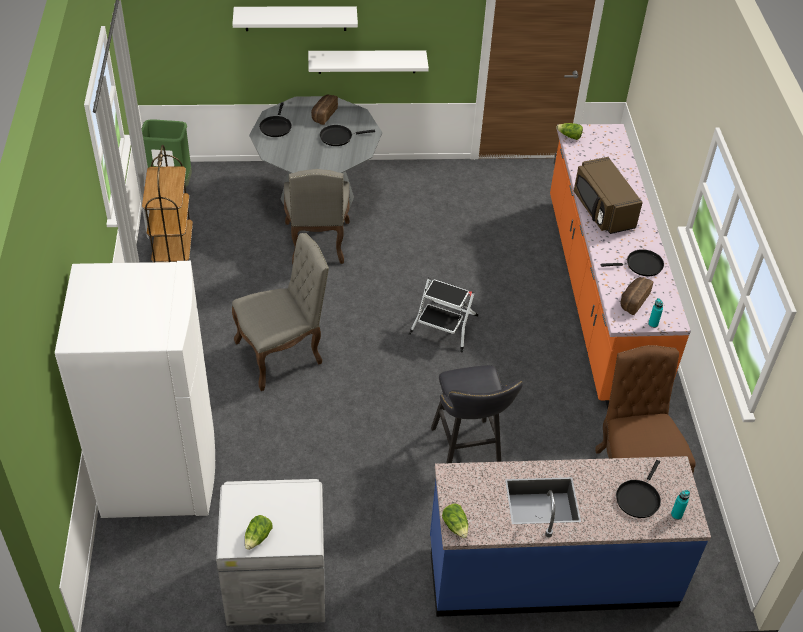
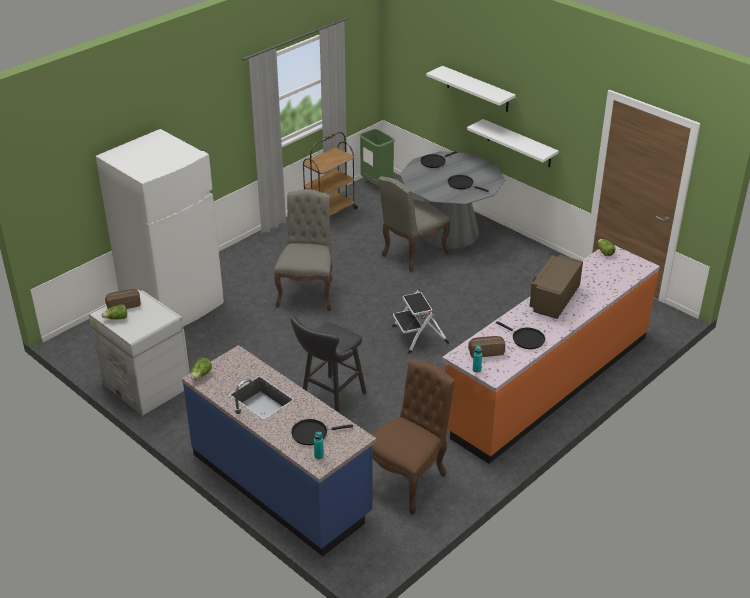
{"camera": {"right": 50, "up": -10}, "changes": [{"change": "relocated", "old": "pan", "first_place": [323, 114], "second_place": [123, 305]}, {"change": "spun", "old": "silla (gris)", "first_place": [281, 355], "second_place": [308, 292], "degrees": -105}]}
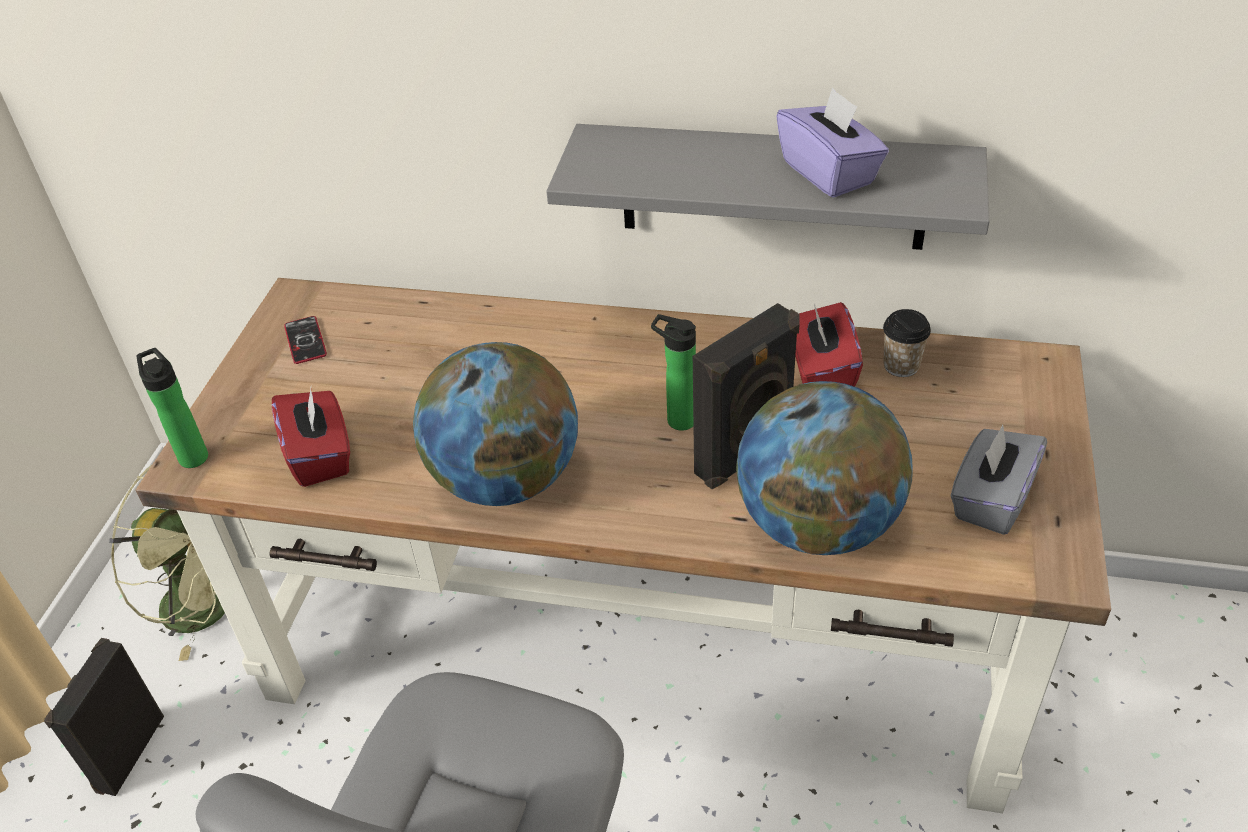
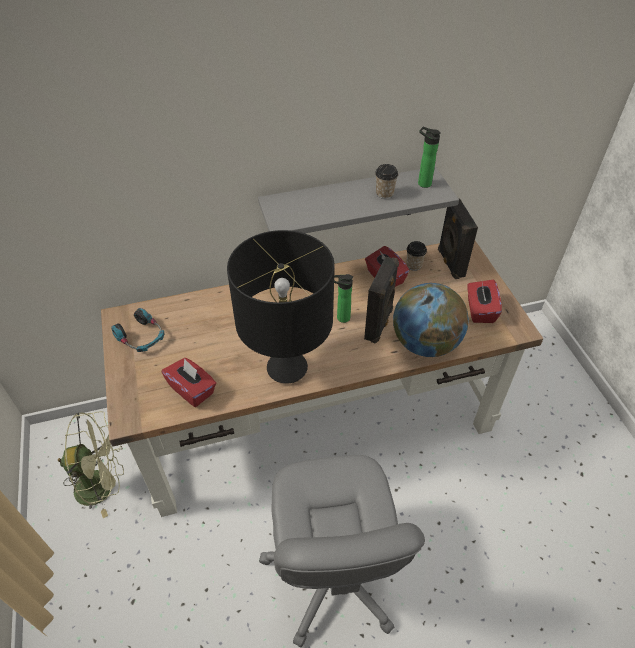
{"camera": {"right": -30, "up": 5}, "changes": [{"change": "relocated", "old": "altavoz (negro)", "first_place": [127, 752], "second_place": [450, 263]}, {"change": "relocated", "old": "botella", "first_place": [192, 455], "second_place": [422, 183]}, {"change": "exchanged", "old": "móvil", "new": "auriculares", "first_place": [305, 341], "second_place": [141, 337]}, {"change": "exchanged", "old": "globo terráqueo", "new": "lámpara de mesa (negro)", "first_place": [505, 480], "second_place": [287, 370]}, {"change": "exchanged", "old": "caja de pañuelos (morado)", "new": "taza", "first_place": [829, 173], "second_place": [384, 193]}, {"change": "colour", "old": "caja de pañuelos (gris)", "new": "caja de pañuelos (rojo)", "first_place": [991, 499], "second_place": [480, 310]}]}
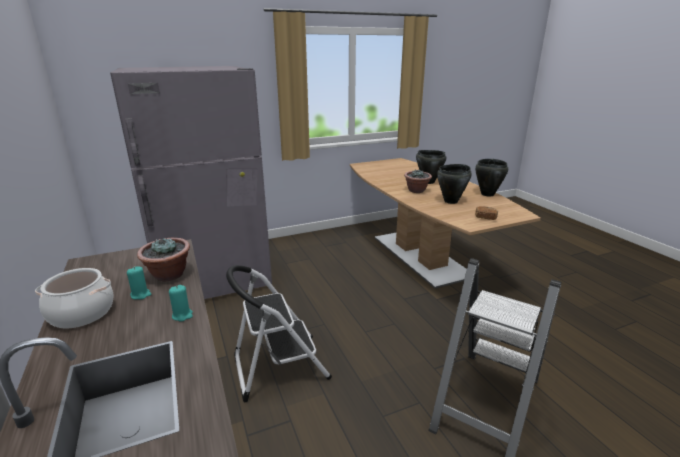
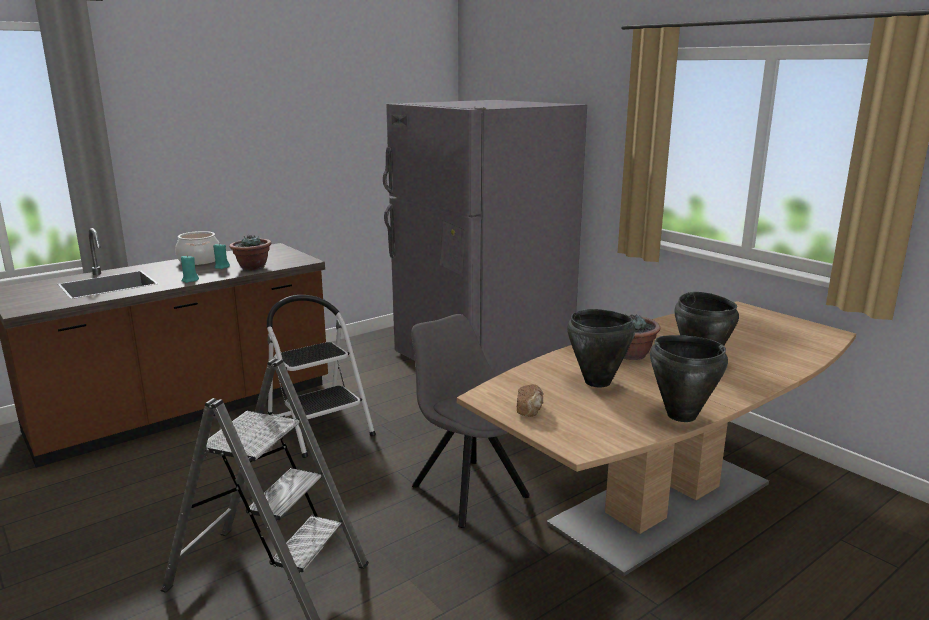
{"camera": {"right": 75, "up": -5}, "changes": [{"change": "appeared", "new": "silla (gris)", "second_place": [468, 491]}]}
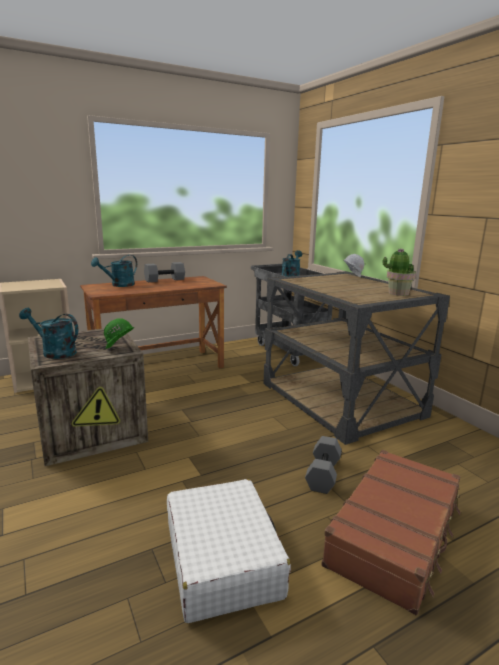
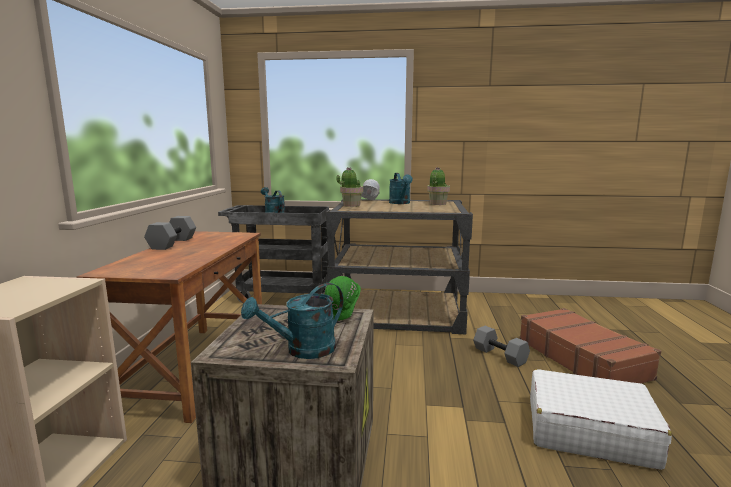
{"camera": {"right": -55, "up": -5}, "changes": [{"change": "appeared", "new": "planta en maceta", "second_place": [351, 205]}, {"change": "relocated", "old": "regadera (turquesa)", "first_place": [119, 285], "second_place": [401, 203]}]}
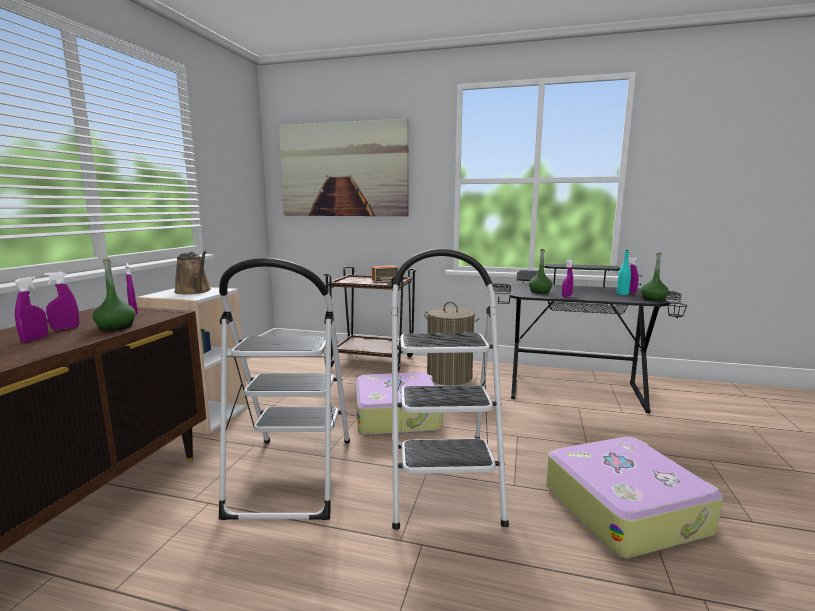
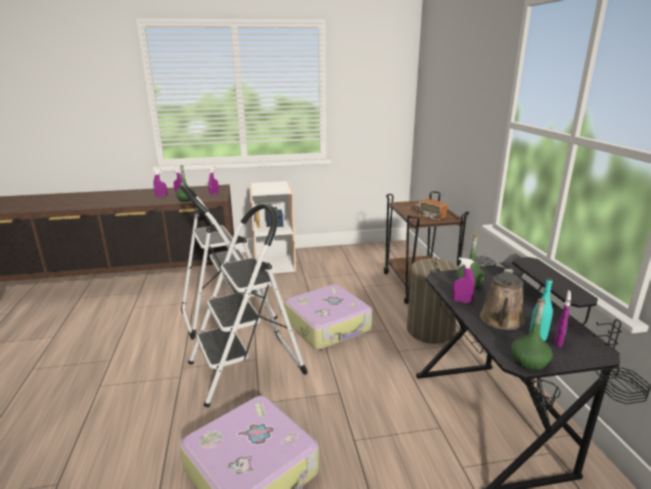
{"camera": {"right": 65, "up": 10}, "changes": [{"change": "missing", "old": "cuadro", "first_place": [343, 170]}, {"change": "relocated", "old": "regadera (marrón)", "first_place": [194, 291], "second_place": [501, 321]}]}
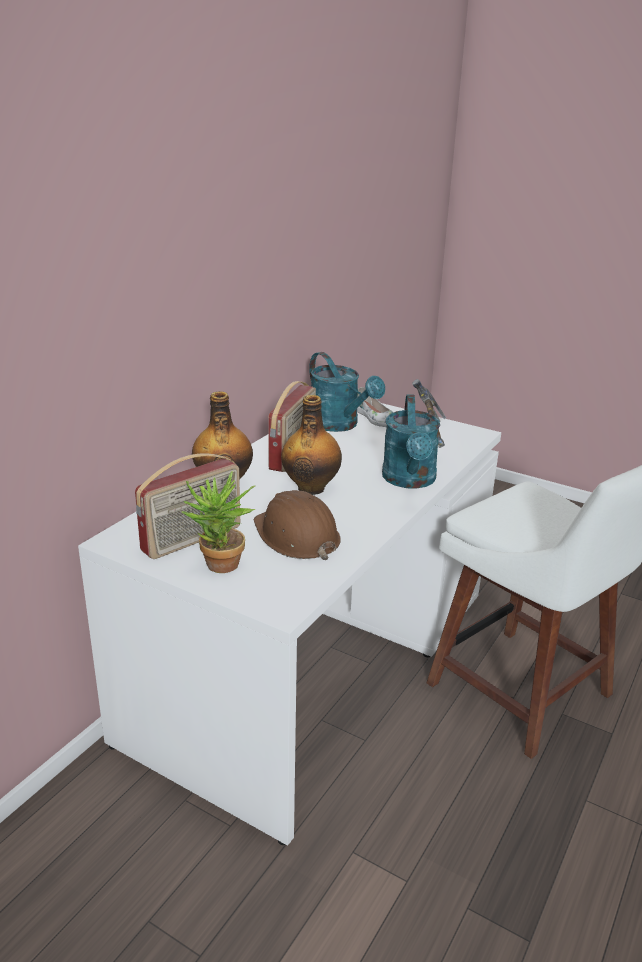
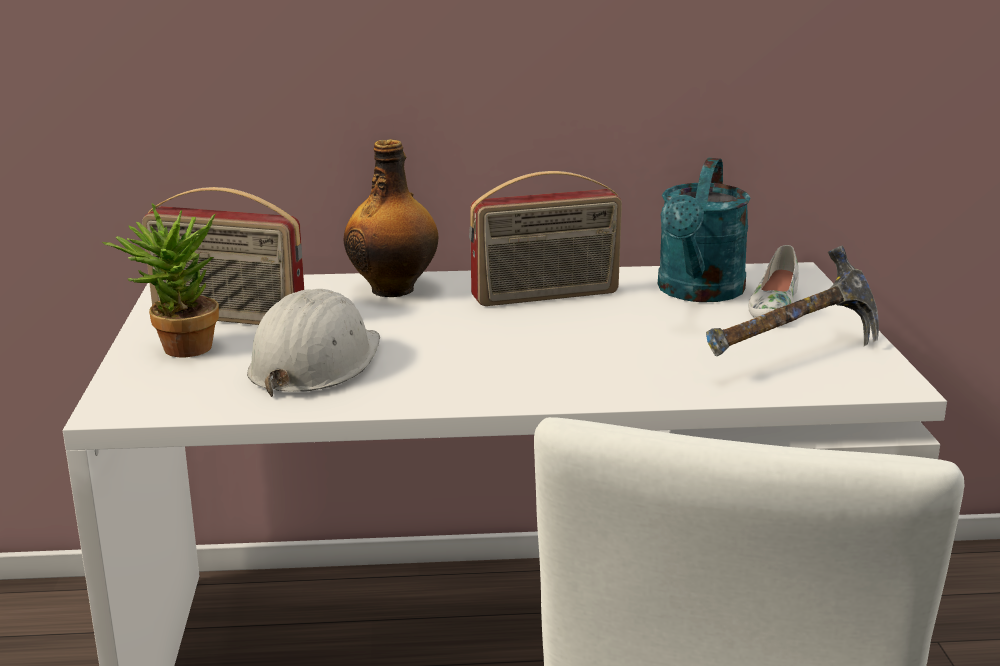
{"camera": {"right": 55, "up": -5}, "changes": [{"change": "missing", "old": "botella", "first_place": [311, 487]}, {"change": "missing", "old": "regadera (turquesa)", "first_place": [410, 481]}, {"change": "colour", "old": "casco (marrón)", "new": "casco (blanco)", "first_place": [296, 536], "second_place": [314, 363]}]}
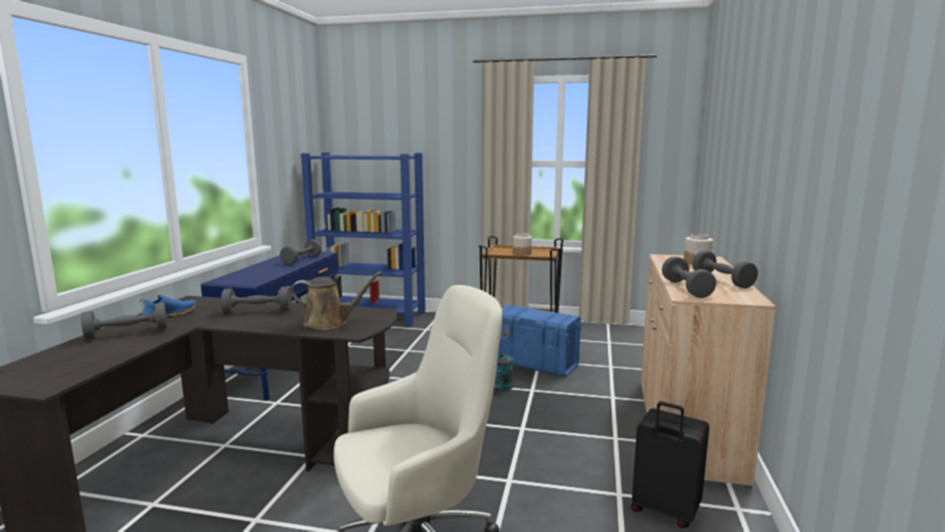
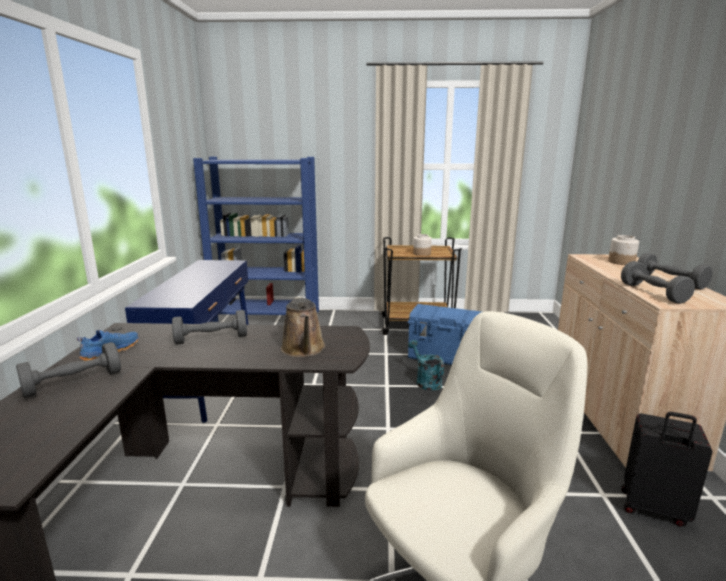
{"camera": {"right": -10, "up": 5}, "changes": [{"change": "missing", "old": "mancuerna (gris)", "first_place": [302, 260]}, {"change": "spun", "old": "regadera (marrón)", "first_place": [330, 323], "second_place": [304, 349], "degrees": 90}]}
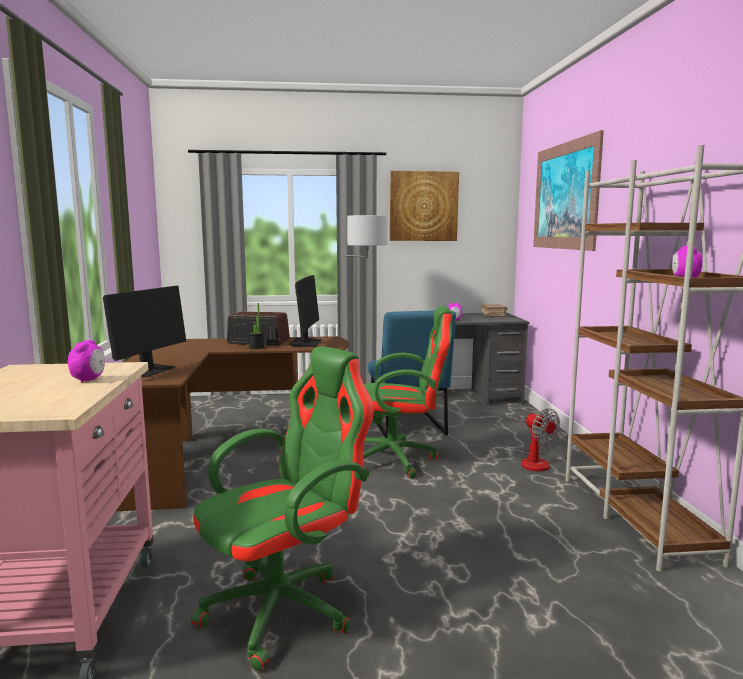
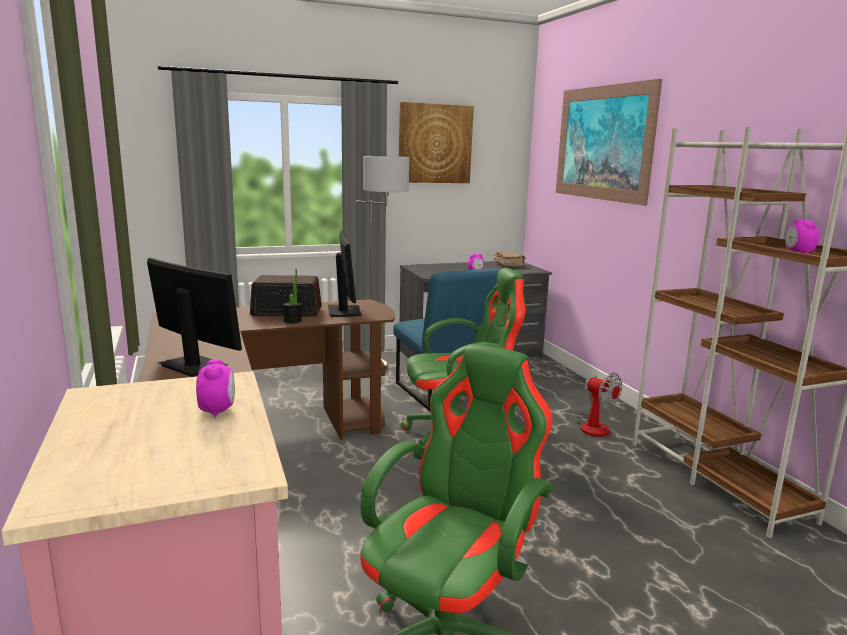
{"camera": {"right": -15, "up": 5}, "changes": [{"change": "spun", "old": "monitor", "first_place": [148, 371], "second_place": [193, 366], "degrees": -60}]}
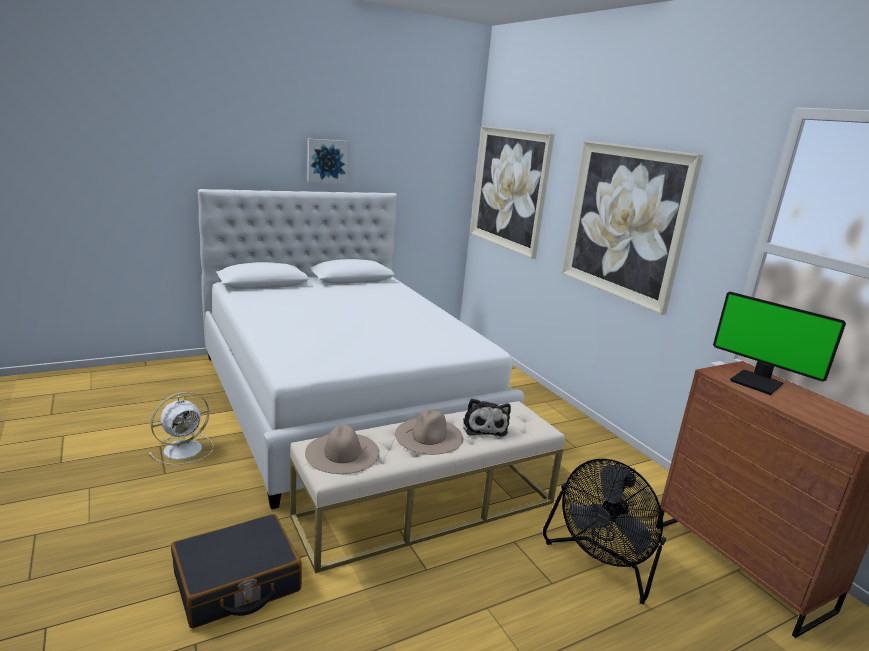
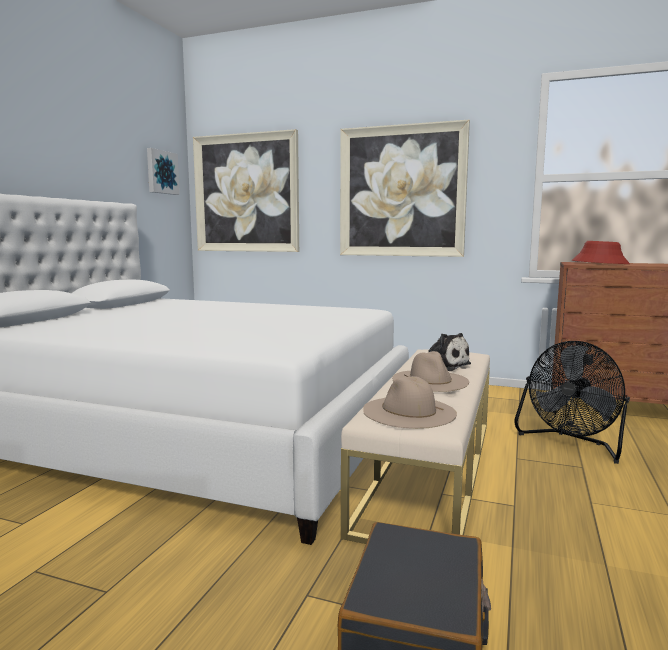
{"camera": {"right": -40, "up": -10}, "changes": [{"change": "missing", "old": "ventilador (blanco)", "first_place": [184, 449]}, {"change": "relocated", "old": "cuadro", "first_place": [327, 161], "second_place": [161, 172]}, {"change": "exchanged", "old": "monitor", "new": "sombrero (rojo)", "first_place": [757, 382], "second_place": [599, 263]}, {"change": "spun", "old": "ventilador (negro)", "first_place": [599, 559], "second_place": [570, 441], "degrees": 45}]}
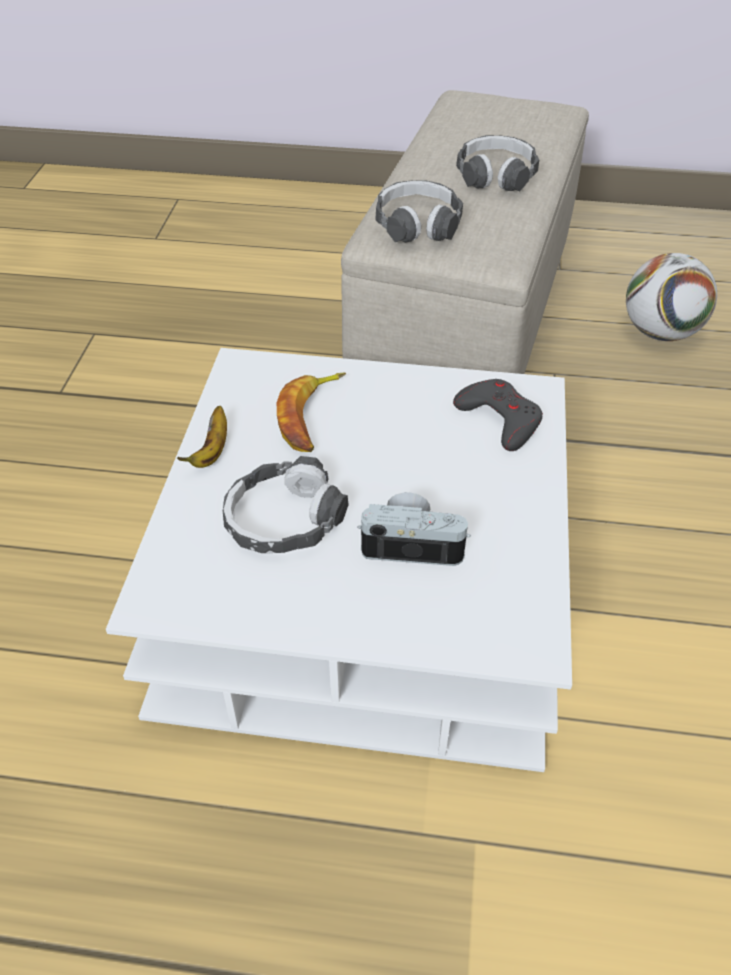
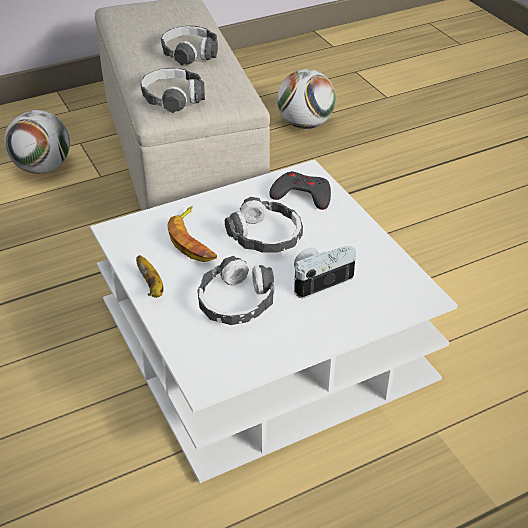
{"camera": {"right": -35, "up": -5}, "changes": [{"change": "appeared", "new": "balón de fútbol", "second_place": [43, 167]}, {"change": "appeared", "new": "auriculares", "second_place": [265, 236]}]}
